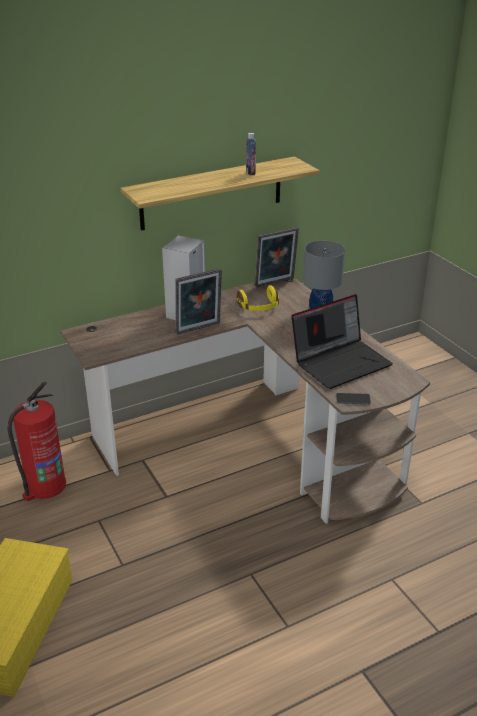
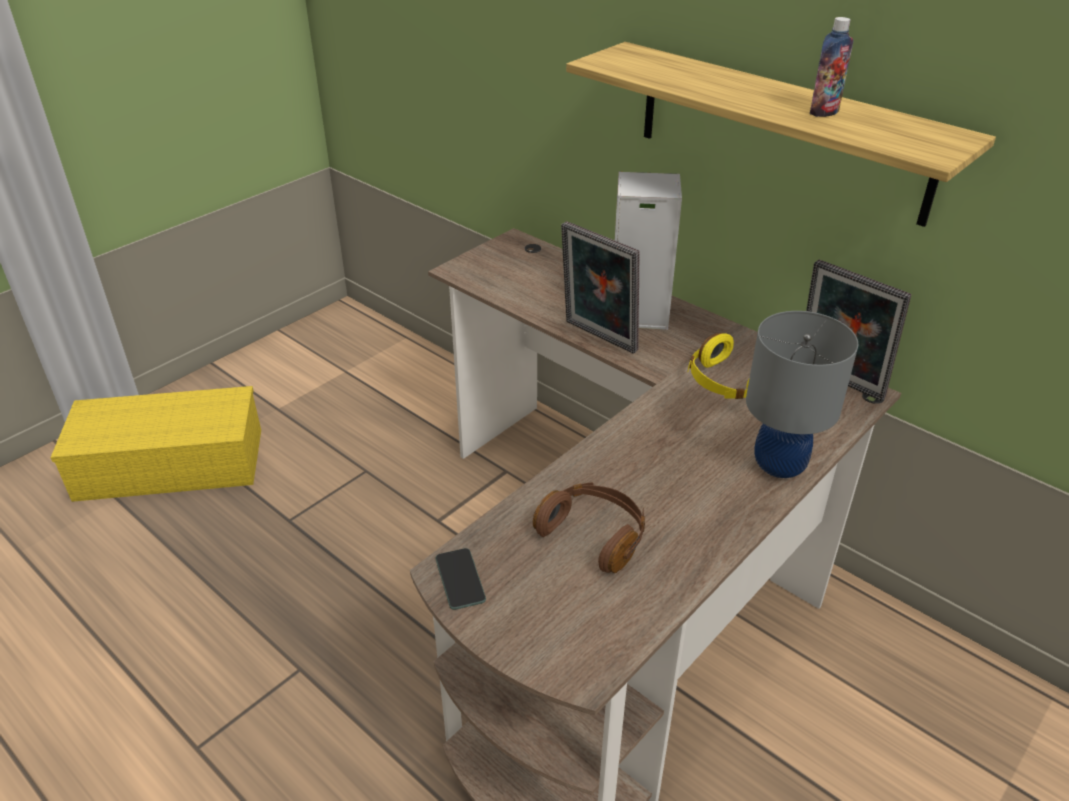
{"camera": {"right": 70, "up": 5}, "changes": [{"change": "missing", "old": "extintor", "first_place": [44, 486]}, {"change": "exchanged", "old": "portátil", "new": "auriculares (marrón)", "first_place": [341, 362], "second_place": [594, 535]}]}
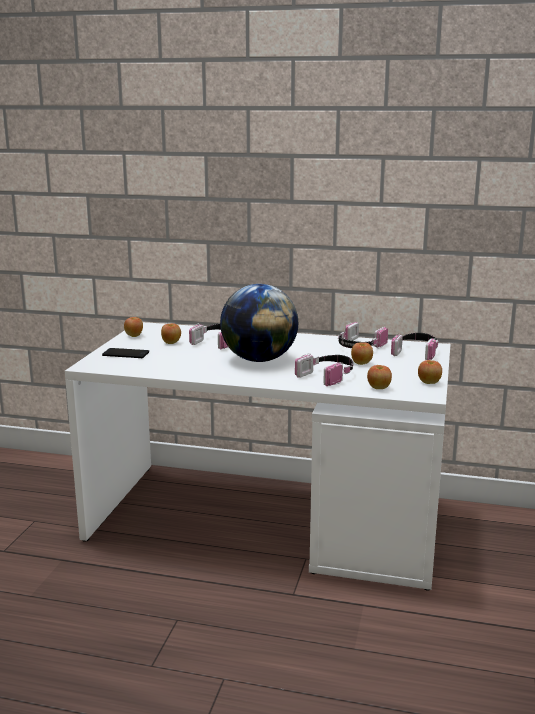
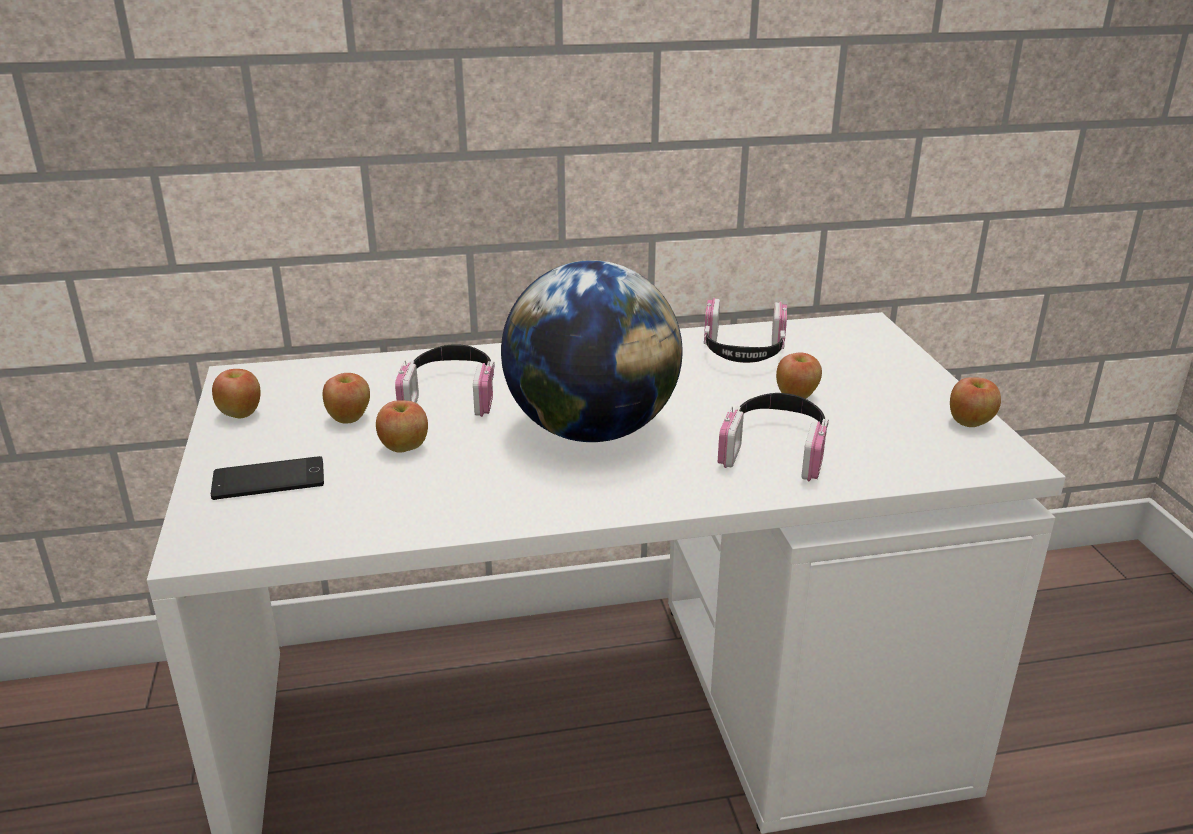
{"camera": {"right": -25, "up": 10}, "changes": [{"change": "missing", "old": "auriculares", "first_place": [416, 352]}, {"change": "relocated", "old": "manzana", "first_place": [379, 388], "second_place": [404, 448]}]}
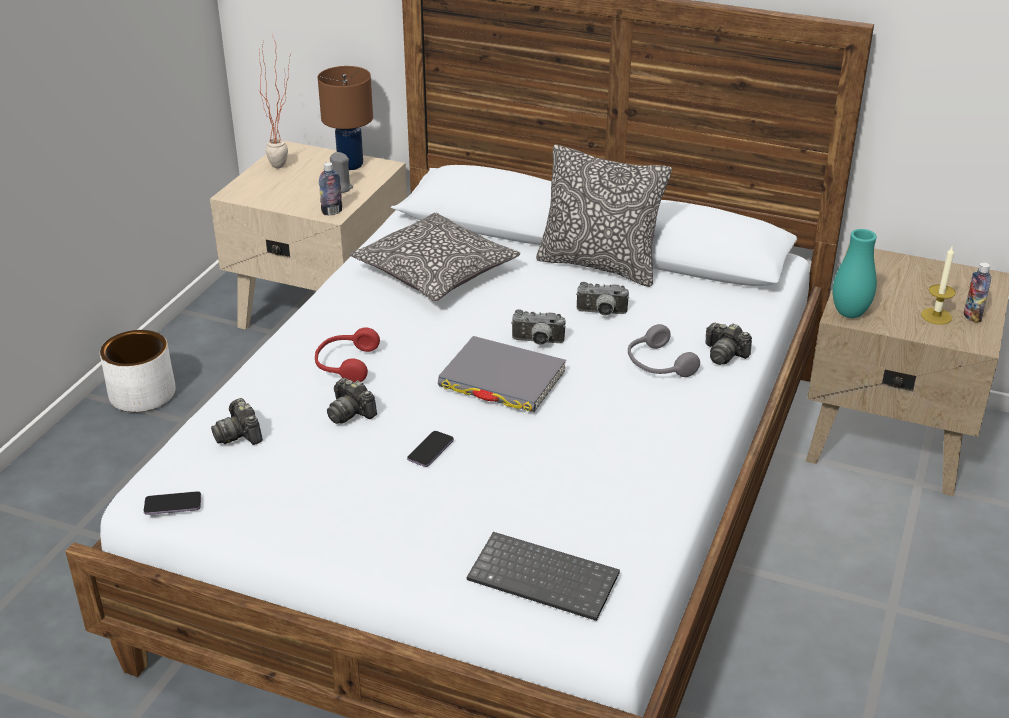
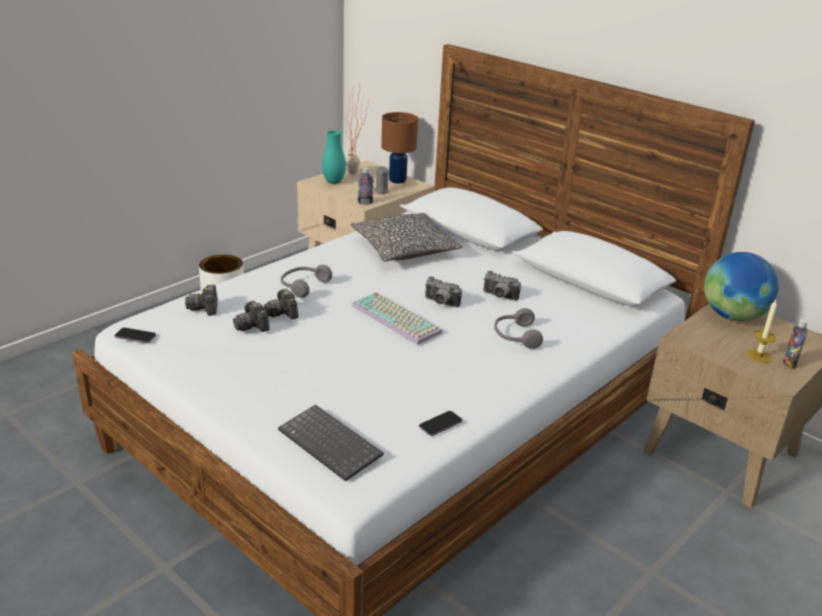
{"camera": {"right": 20, "up": -5}, "changes": [{"change": "missing", "old": "cojín", "first_place": [599, 265]}, {"change": "appeared", "new": "globo terráqueo", "second_place": [732, 316]}, {"change": "relocated", "old": "móvil", "first_place": [430, 450], "second_place": [440, 424]}, {"change": "relocated", "old": "cámara", "first_place": [724, 354], "second_place": [252, 326]}, {"change": "relocated", "old": "florero (turquesa)", "first_place": [849, 313], "second_place": [333, 182]}, {"change": "exchanged", "old": "libro (gris)", "new": "teclado", "first_place": [502, 380], "second_place": [398, 319]}, {"change": "colour", "old": "auriculares (rojo)", "new": "auriculares (gris)", "first_place": [345, 364], "second_place": [303, 286]}]}
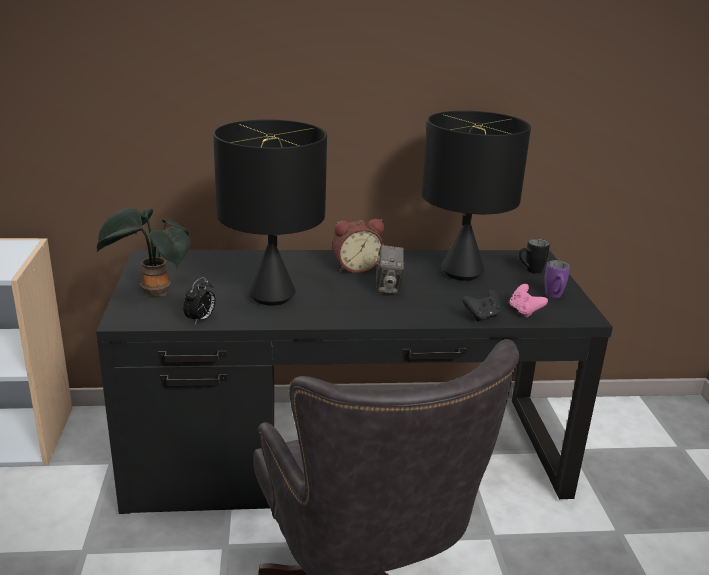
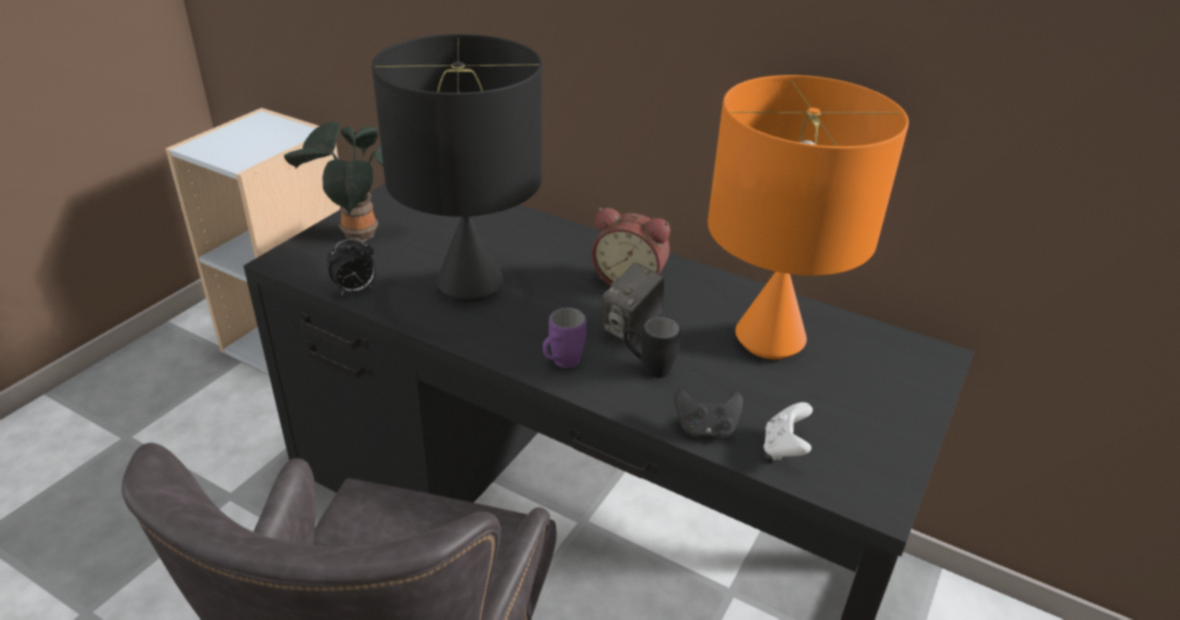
{"camera": {"right": 35, "up": 10}, "changes": [{"change": "relocated", "old": "taza grande (negro)", "first_place": [530, 271], "second_place": [648, 368]}, {"change": "relocated", "old": "taza grande (morado)", "first_place": [554, 297], "second_place": [561, 364]}, {"change": "colour", "old": "lámpara de mesa (negro)", "new": "lámpara de mesa (naranja)", "first_place": [462, 273], "second_place": [769, 342]}, {"change": "colour", "old": "mando de consola (rosa)", "new": "mando de consola (blanco)", "first_place": [524, 311], "second_place": [784, 448]}]}
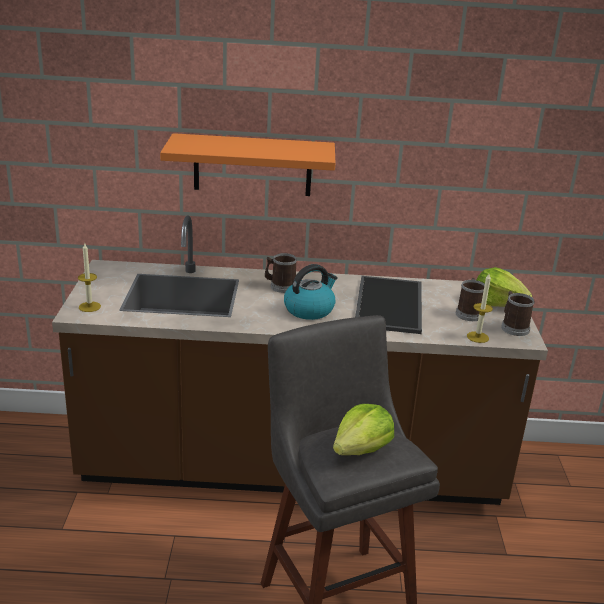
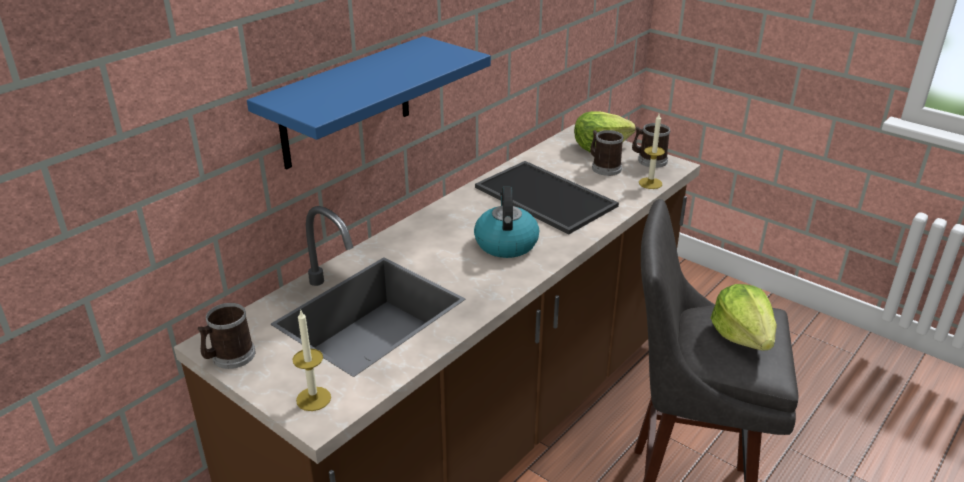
{"camera": {"right": -50, "up": 5}, "changes": [{"change": "relocated", "old": "taza grande", "first_place": [280, 286], "second_place": [229, 357]}, {"change": "colour", "old": "estante (naranja)", "new": "estante (azul)", "first_place": [252, 165], "second_place": [346, 103]}]}
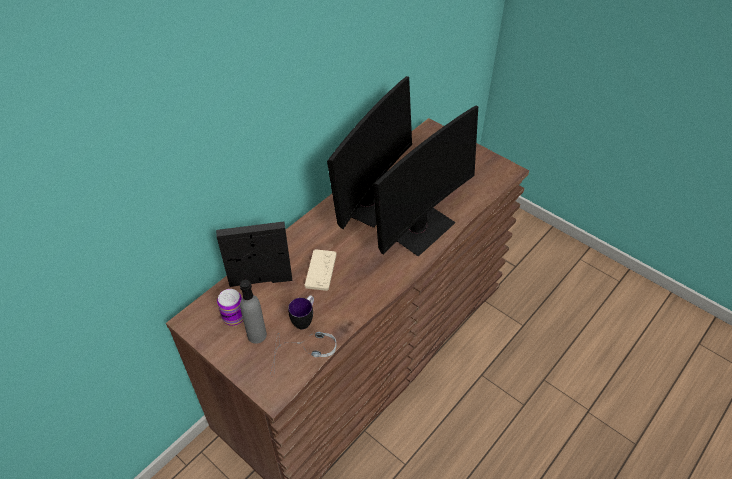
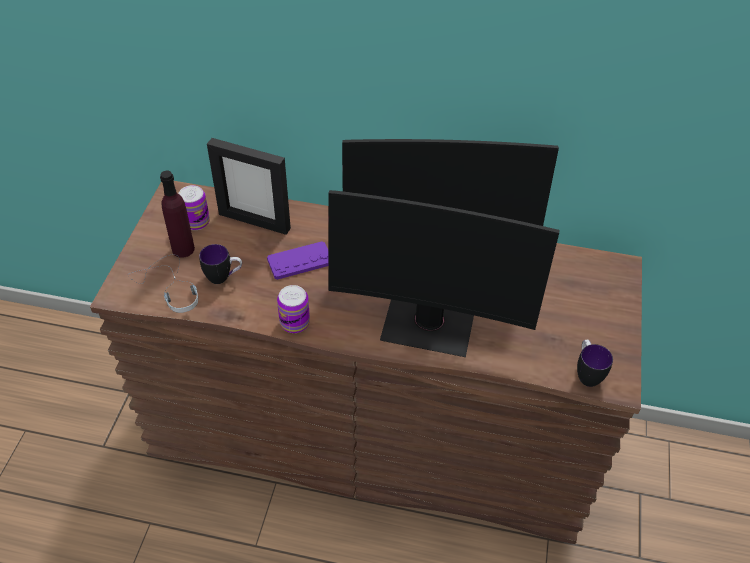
{"camera": {"right": 60, "up": 0}, "changes": [{"change": "appeared", "new": "lata", "second_place": [294, 323]}, {"change": "appeared", "new": "taza grande", "second_place": [586, 373]}, {"change": "colour", "old": "botella (gris)", "new": "botella (morado)", "first_place": [257, 335], "second_place": [183, 249]}, {"change": "colour", "old": "mando de consola (beis)", "new": "mando de consola (morado)", "first_place": [321, 270], "second_place": [300, 261]}, {"change": "spun", "old": "portarretratos", "first_place": [260, 280], "second_place": [255, 220], "degrees": 150}]}
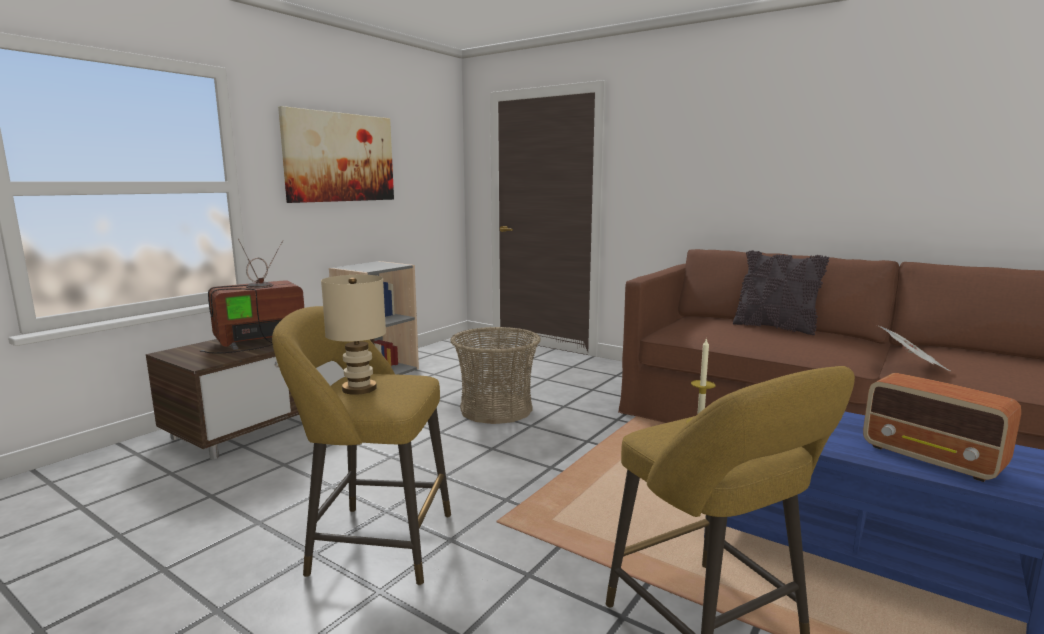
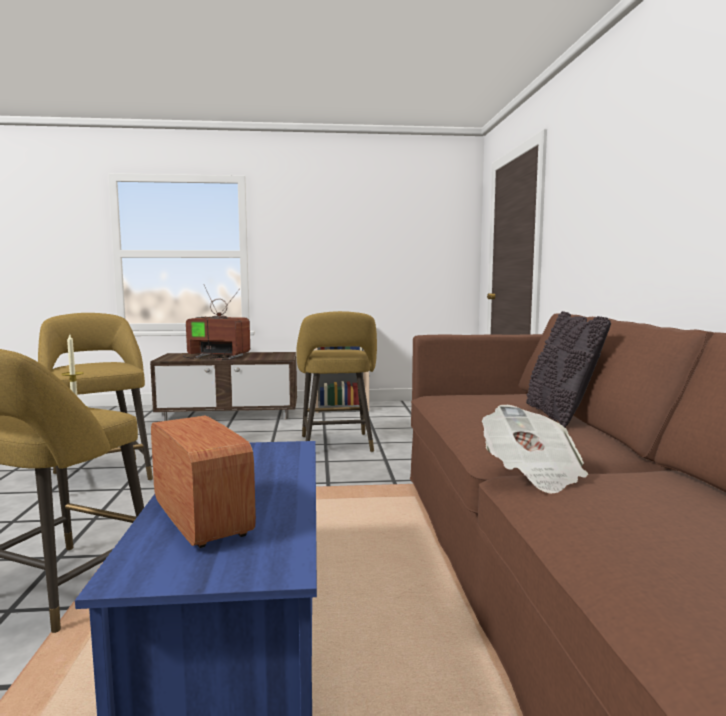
{"camera": {"right": 50, "up": -5}, "changes": [{"change": "missing", "old": "cuadro", "first_place": [340, 157]}, {"change": "missing", "old": "lámpara de mesa (beis)", "first_place": [358, 388]}, {"change": "exchanged", "old": "cesta", "new": "taburete (amarillo)", "first_place": [496, 409], "second_place": [337, 446]}, {"change": "spun", "old": "radio", "first_place": [933, 458], "second_place": [201, 518], "degrees": 135}]}
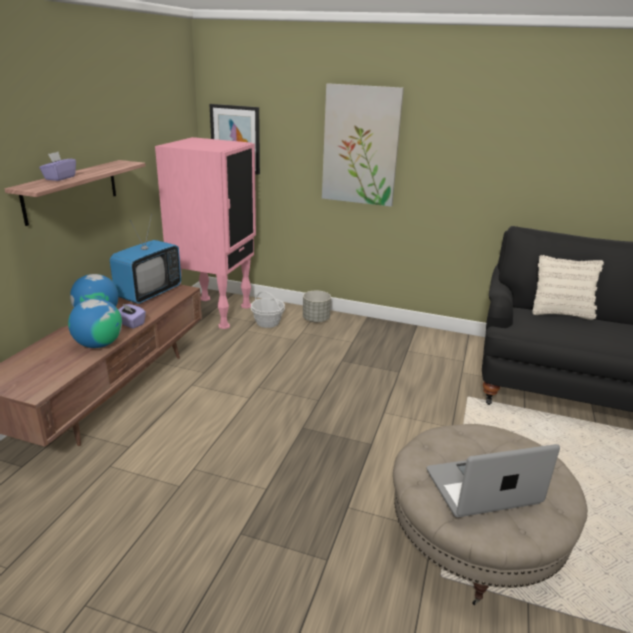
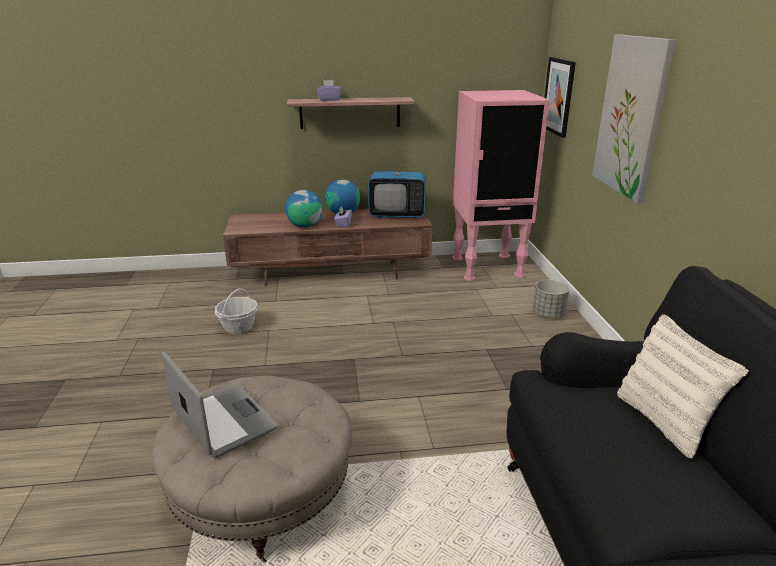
{"camera": {"right": 65, "up": 0}, "changes": [{"change": "relocated", "old": "cesta", "first_place": [267, 322], "second_place": [238, 327]}]}
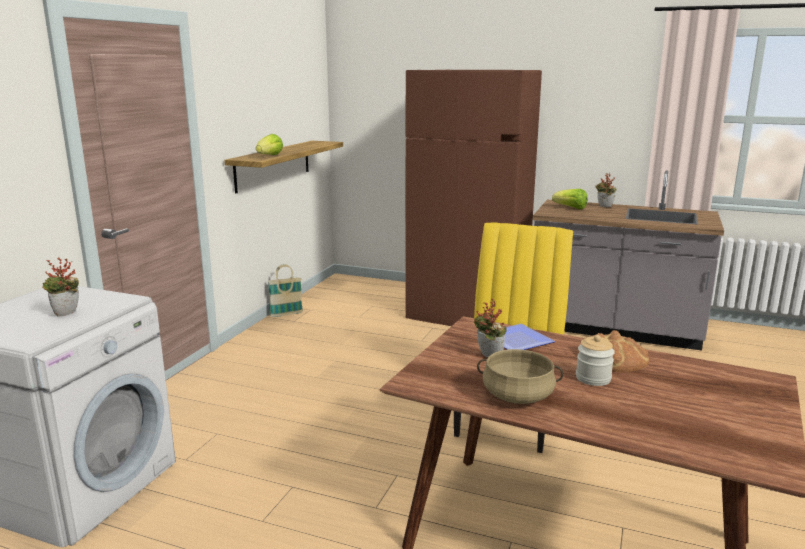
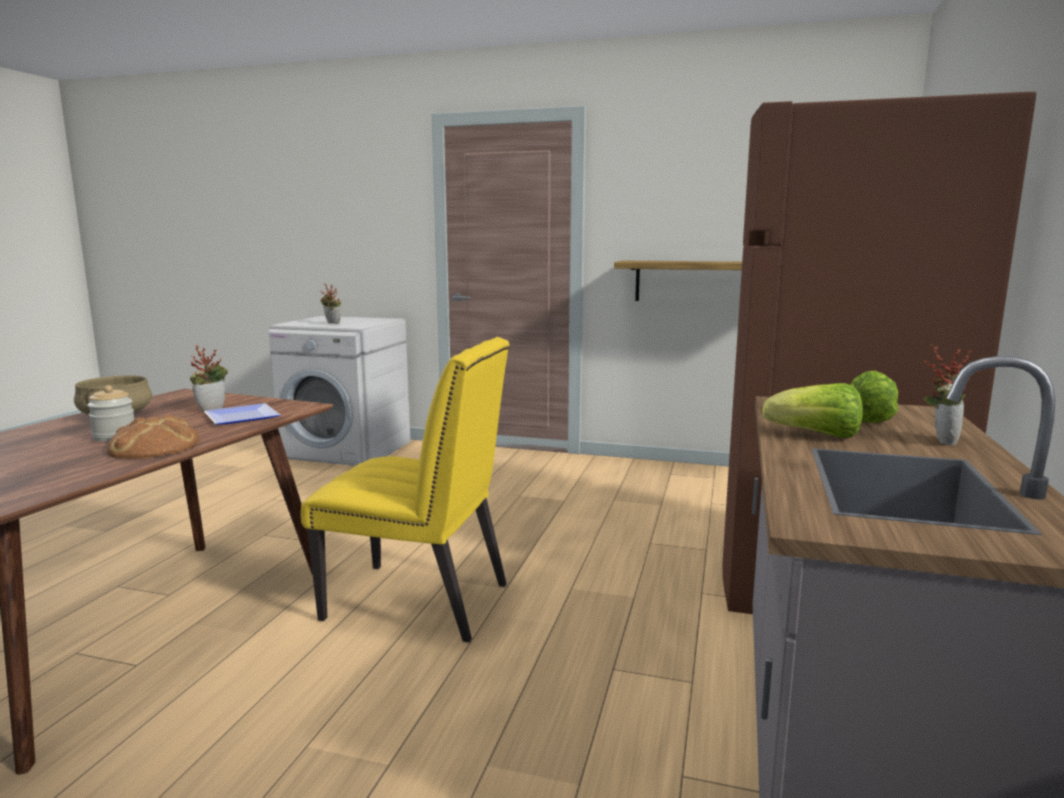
{"camera": {"right": 85, "up": -5}, "changes": [{"change": "missing", "old": "cesta", "first_place": [286, 314]}, {"change": "relocated", "old": "lechuga", "first_place": [269, 156], "second_place": [816, 436]}]}
